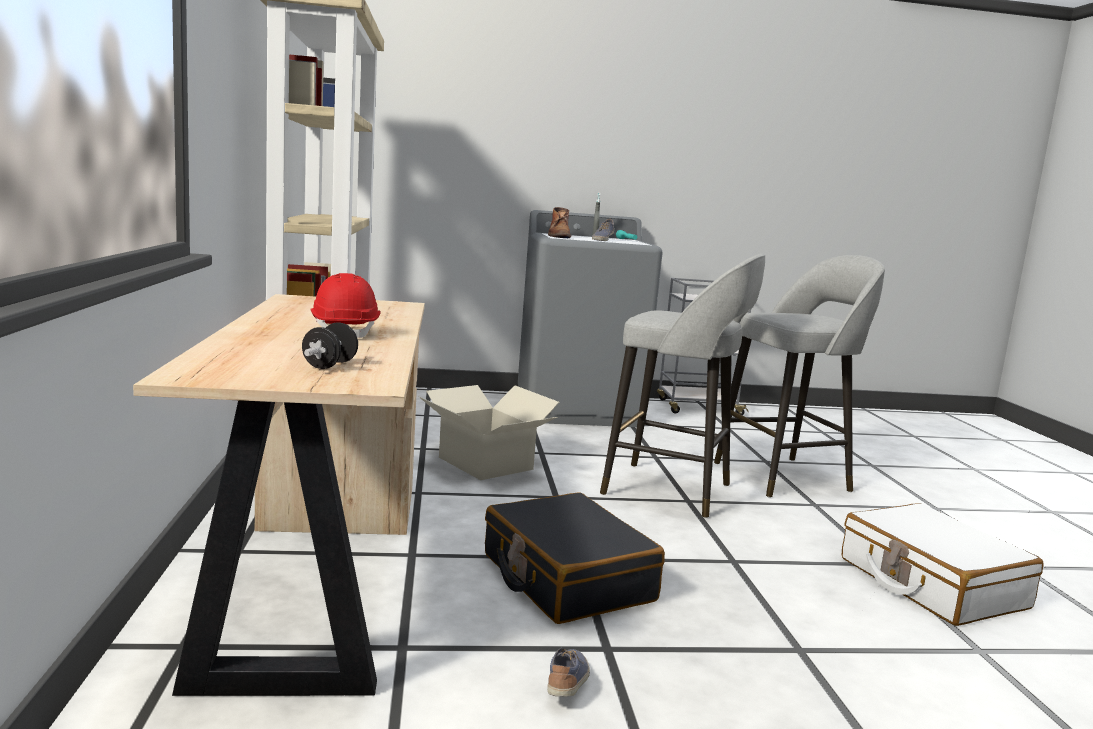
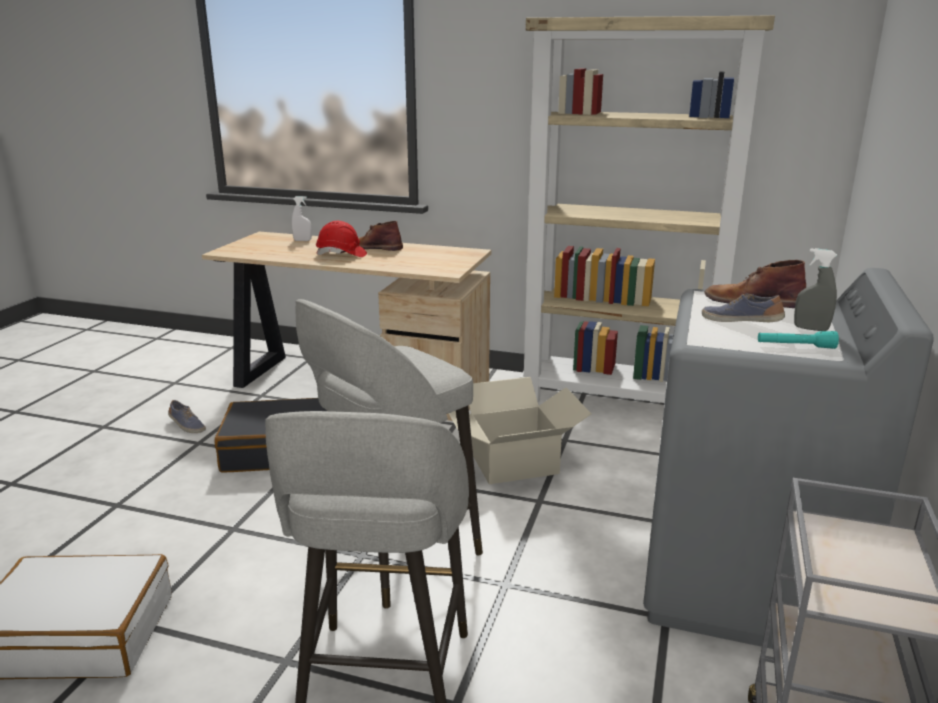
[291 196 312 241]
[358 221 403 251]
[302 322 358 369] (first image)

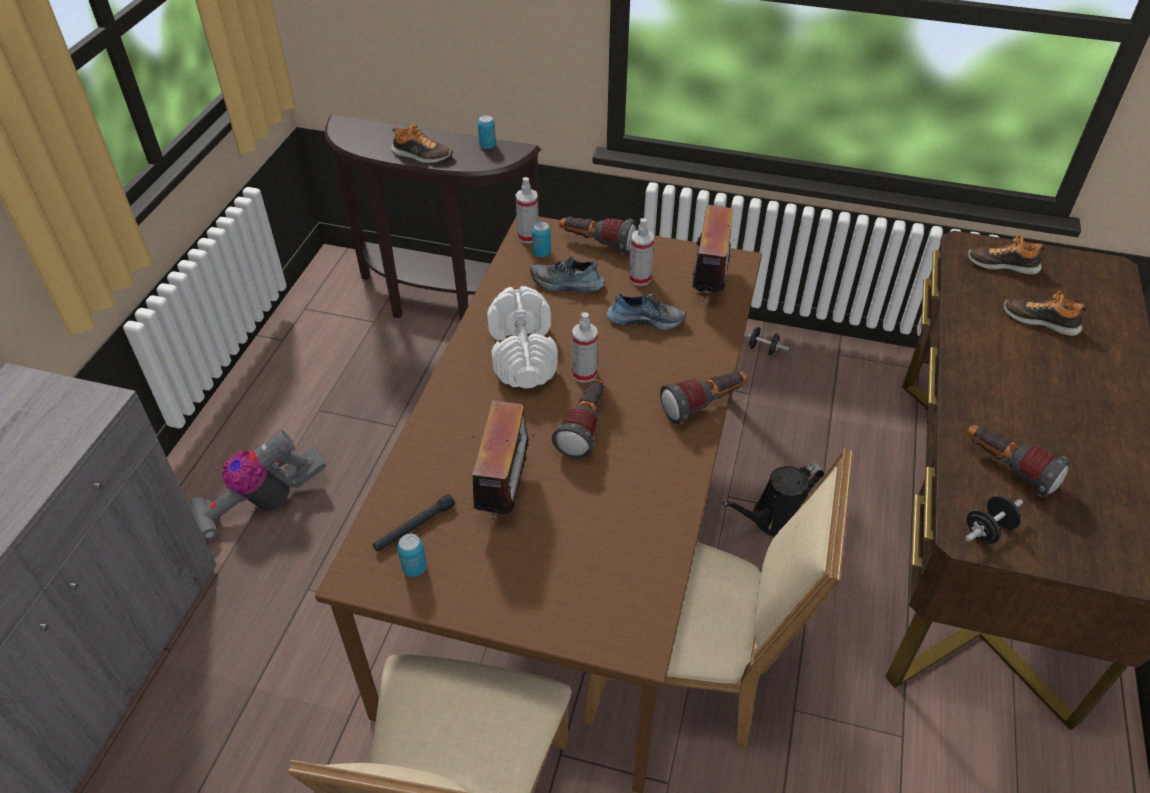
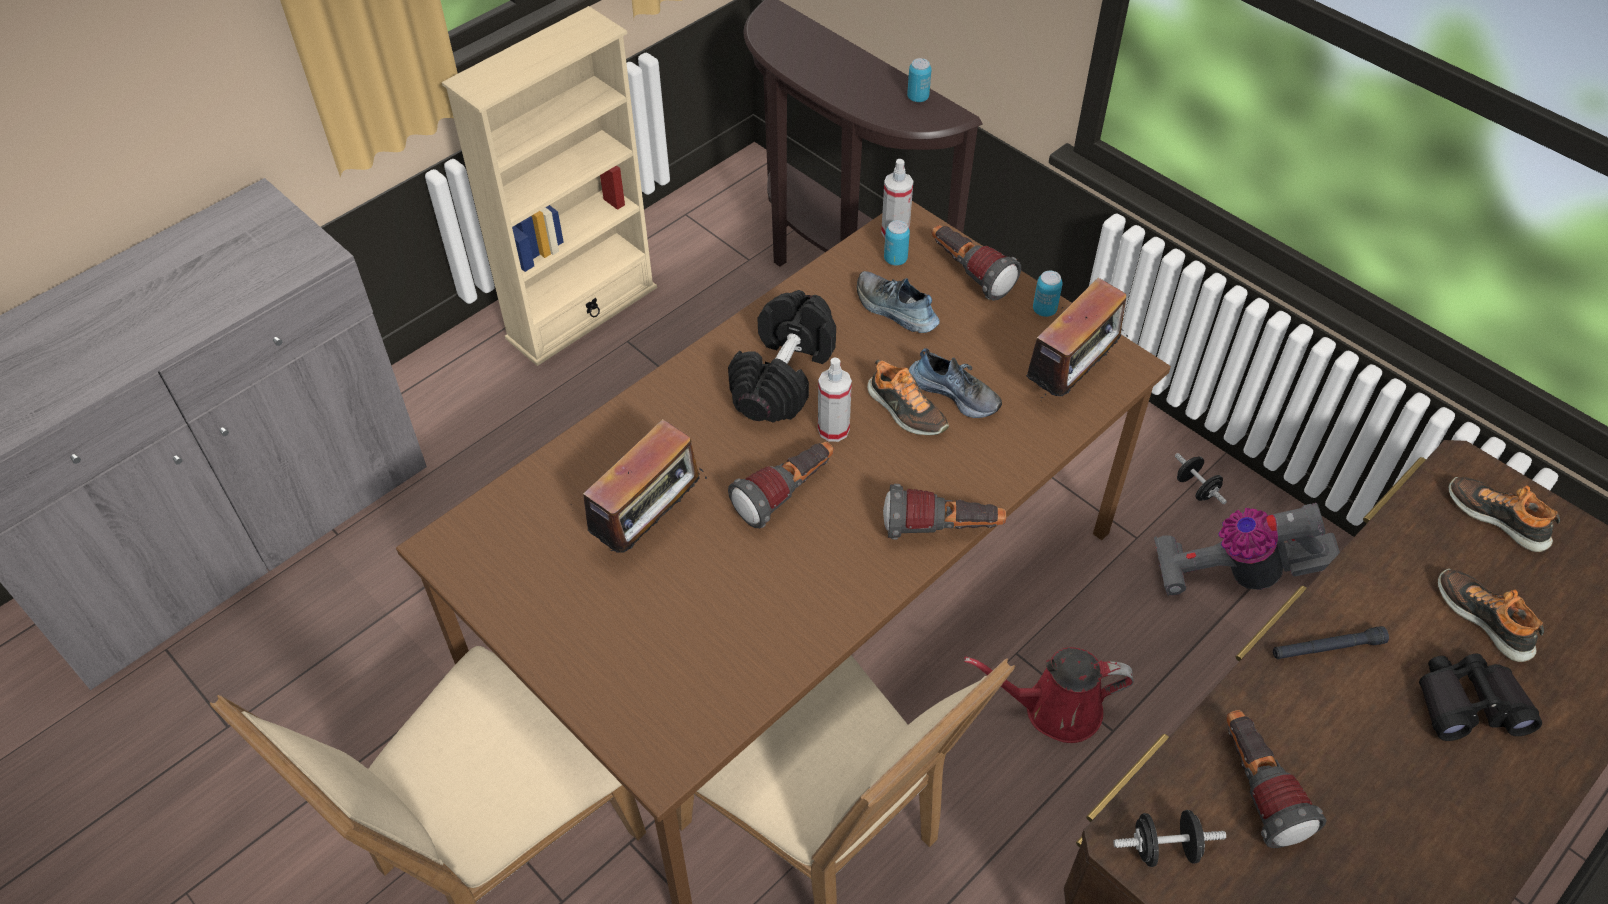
[442 6 657 366]
[728 290 836 423]
[867 359 949 435]
[964 647 1134 743]
[1033 271 1063 317]
[1154 503 1340 596]
[1273 626 1389 659]
[1419 654 1542 741]
[629 218 654 286] (first image)

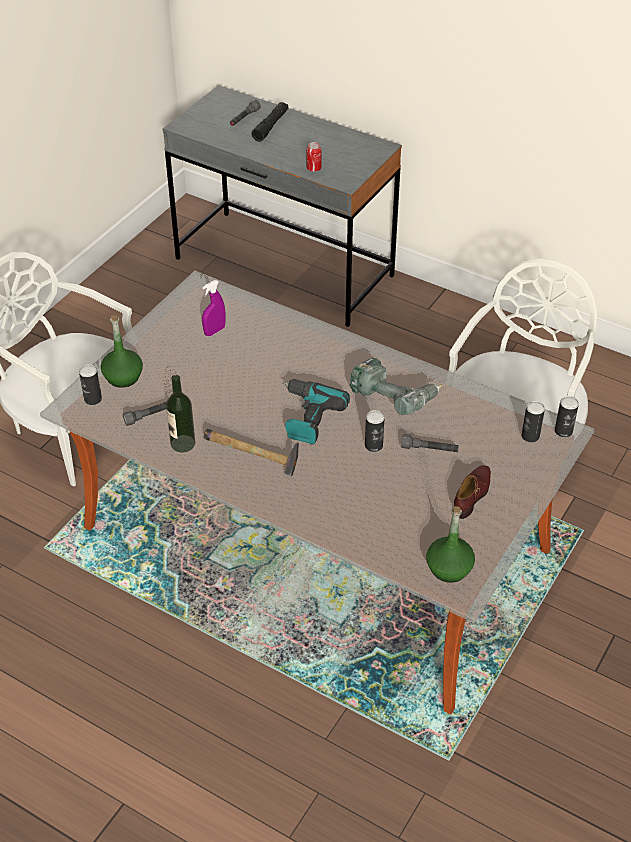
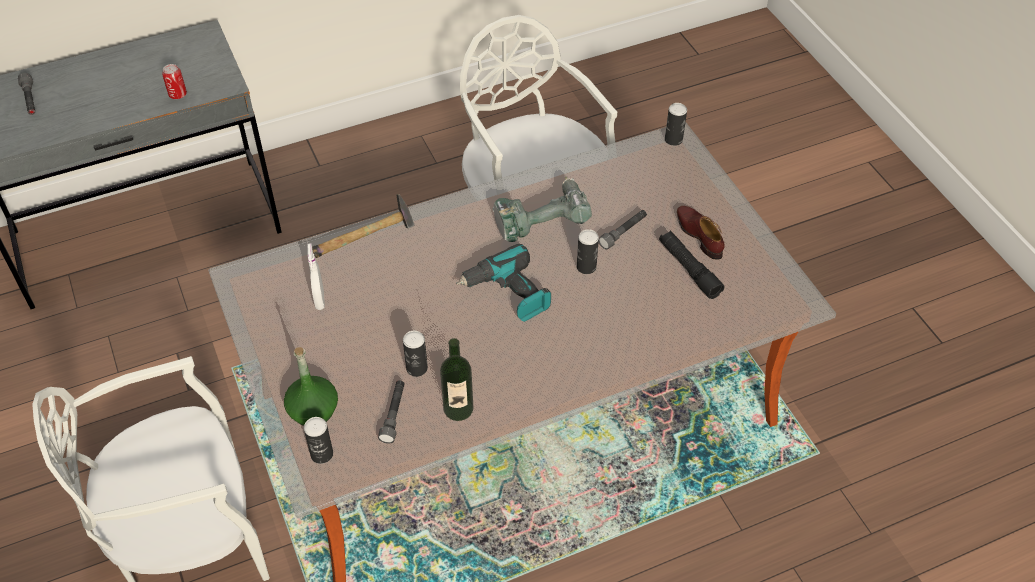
[307 243 325 310]
[312 194 415 258]
[403 331 428 377]
[659 231 724 299]
[426 506 475 583] (first image)

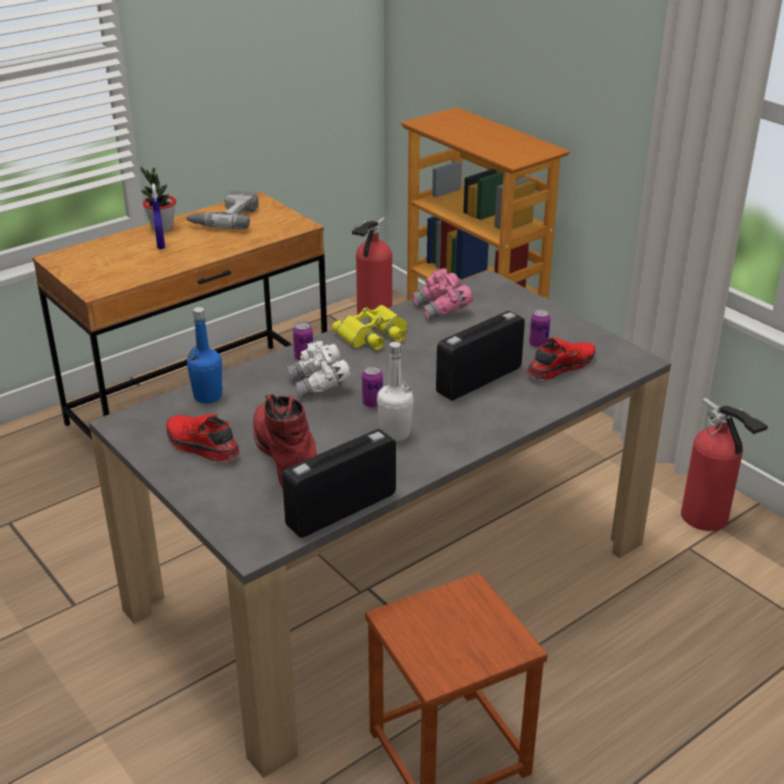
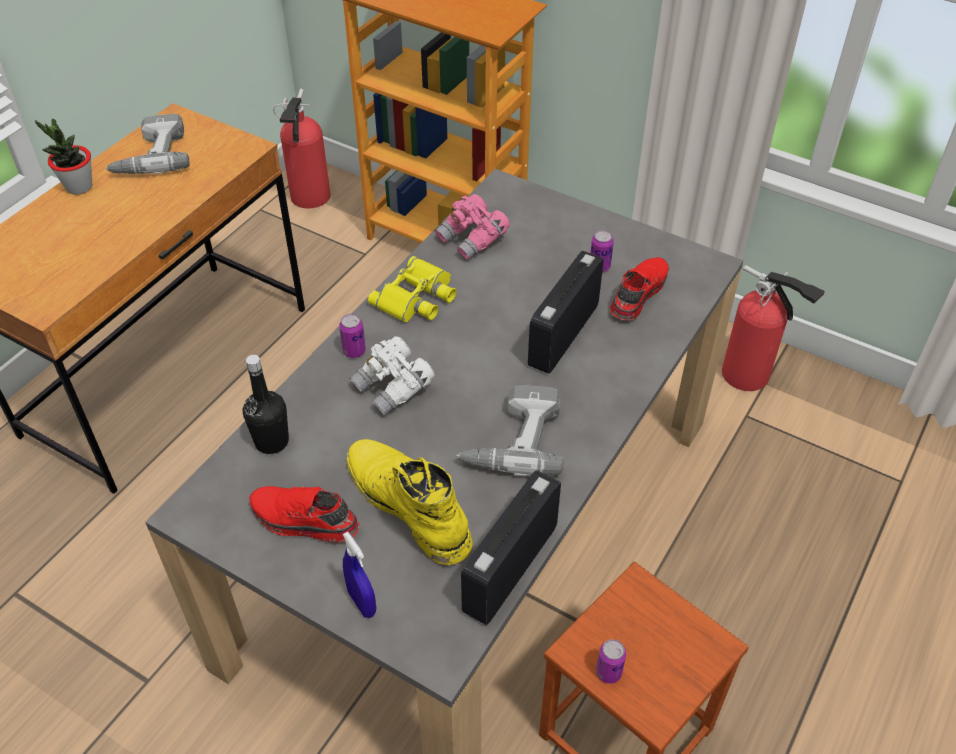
[243 355 289 454]
[343 532 376 618]
[346 439 473 565]
[457 385 564 476]
[596 639 626 684]

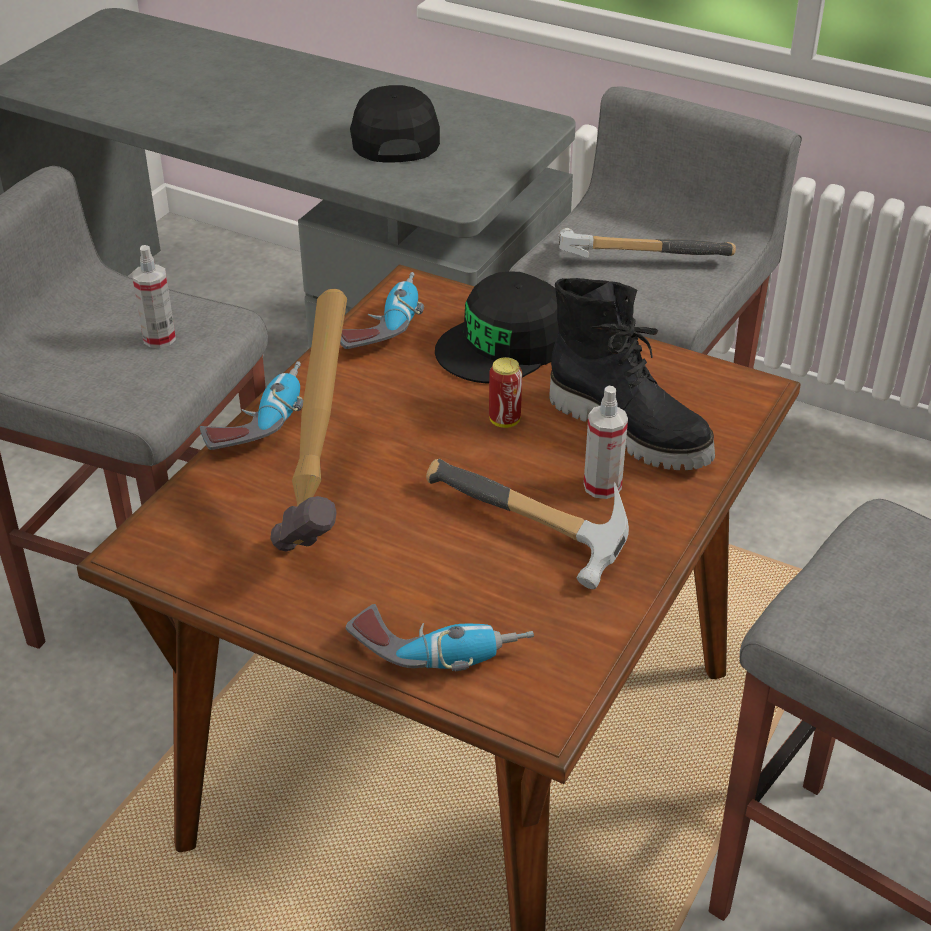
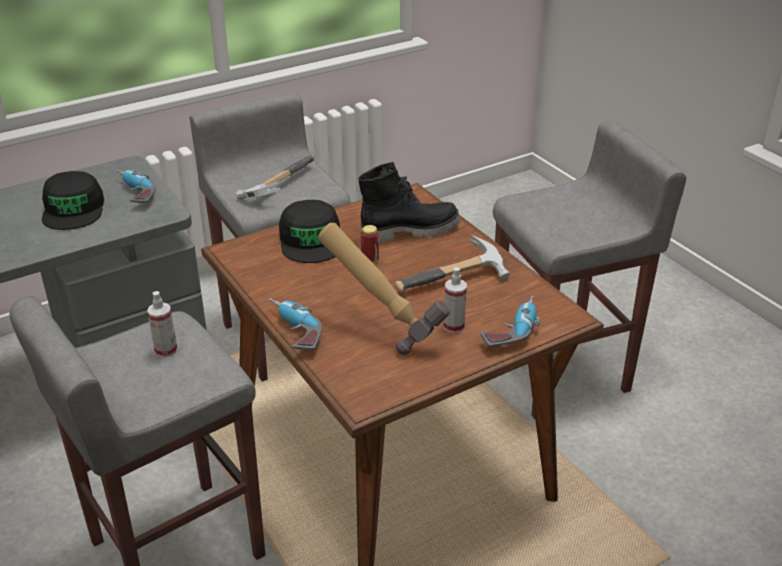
[42 171 104 230]
[116 170 156 203]
[443 267 467 333]

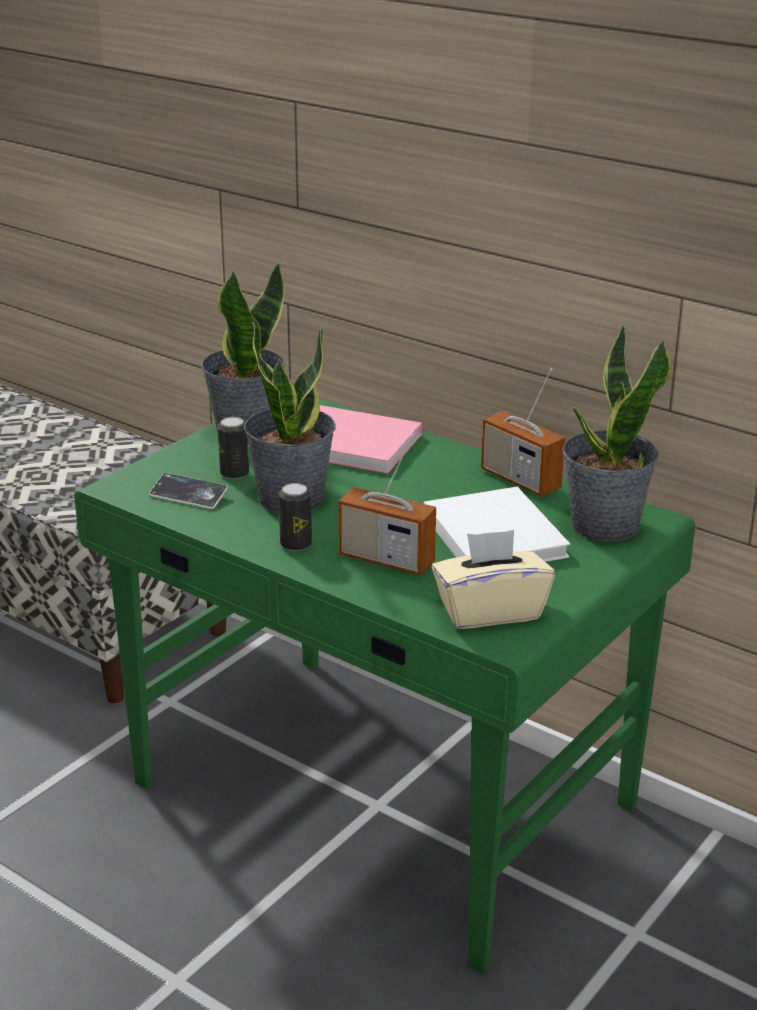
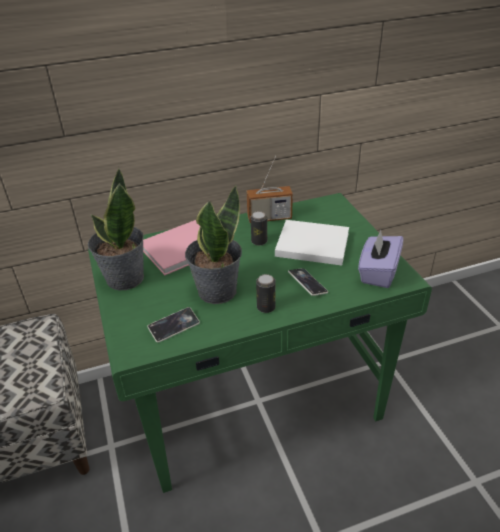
[251 211 267 246]
[288 268 328 296]
[358 230 403 288]
[563 323 671 542] (first image)

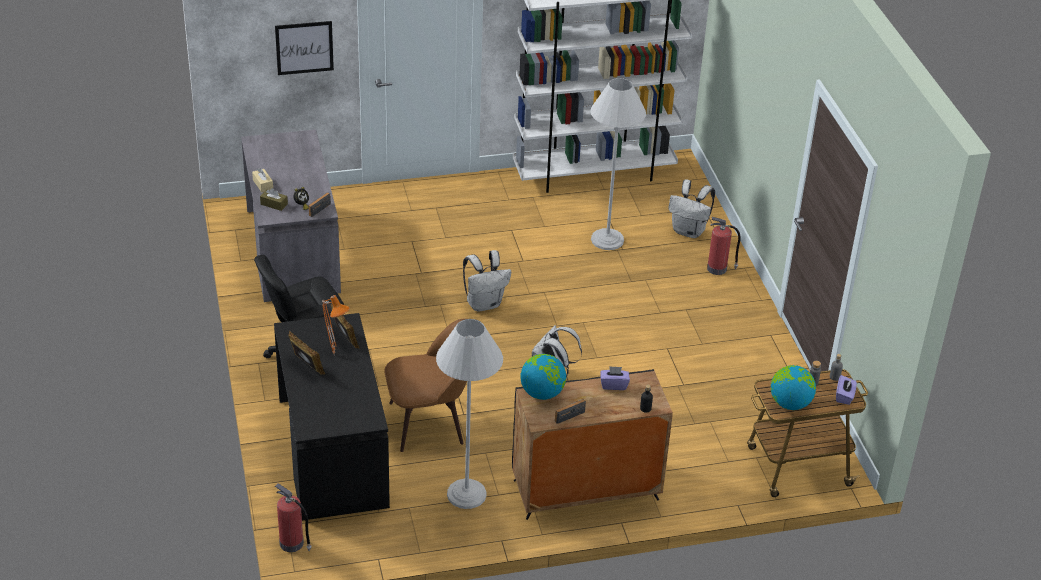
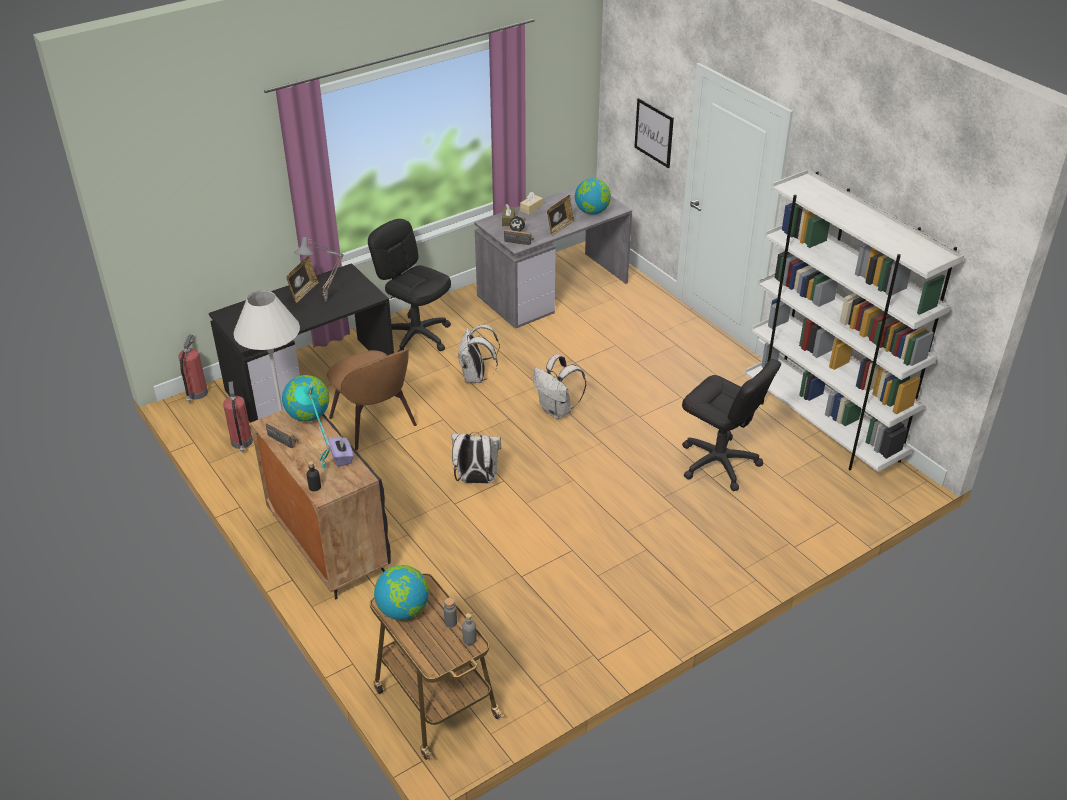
[223 381 253 453]
[294 237 344 302]
[294 383 331 470]
[458 325 500 383]
[547 195 575 236]
[575 178 611 215]
[682 359 781 491]
[836 375 857 405] (first image)

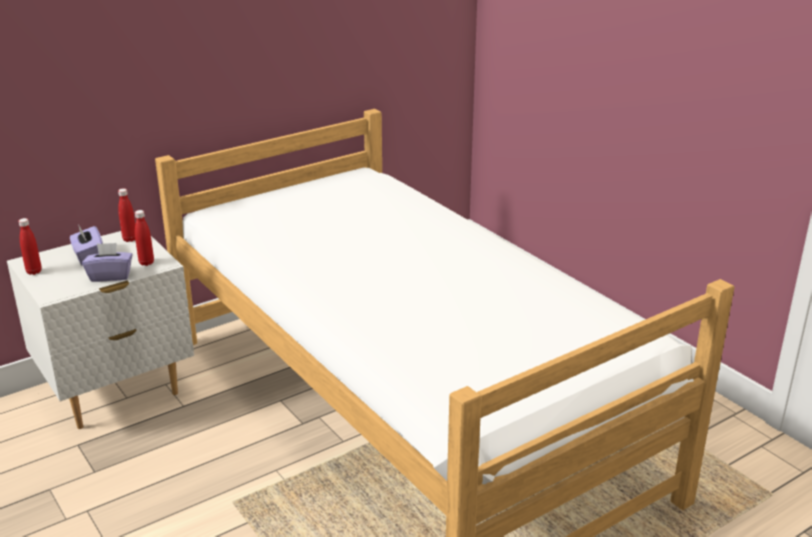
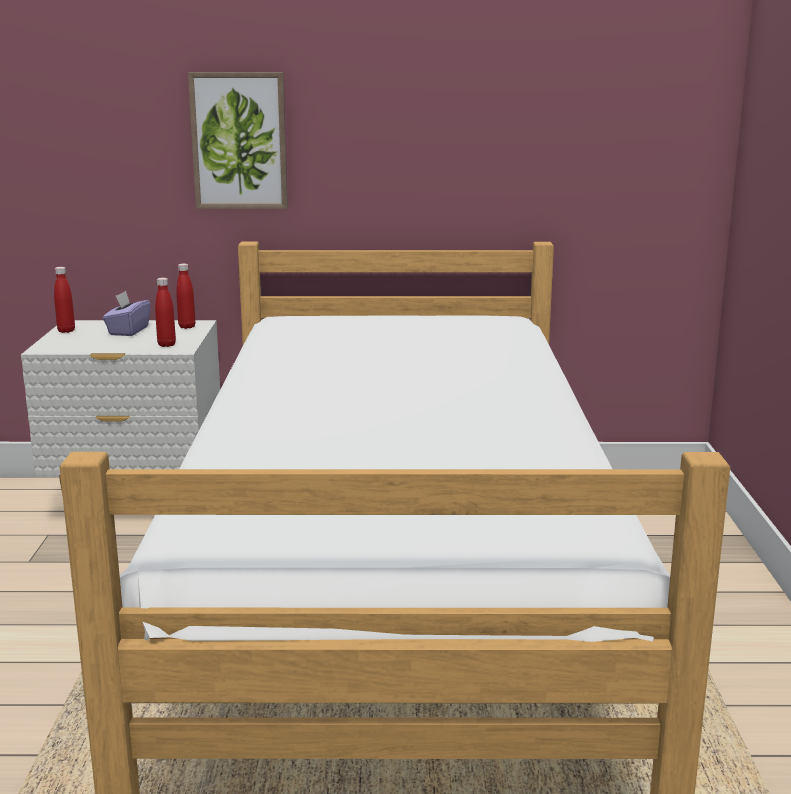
[188 72 288 209]
[82 243 133 282] (first image)

